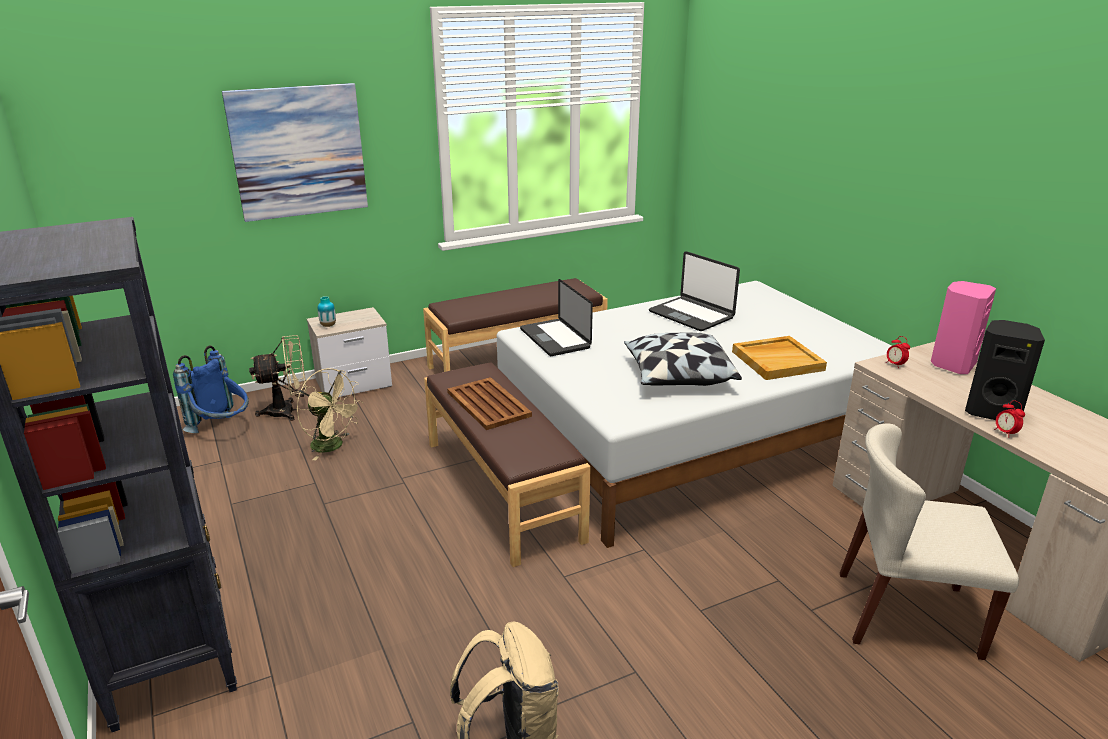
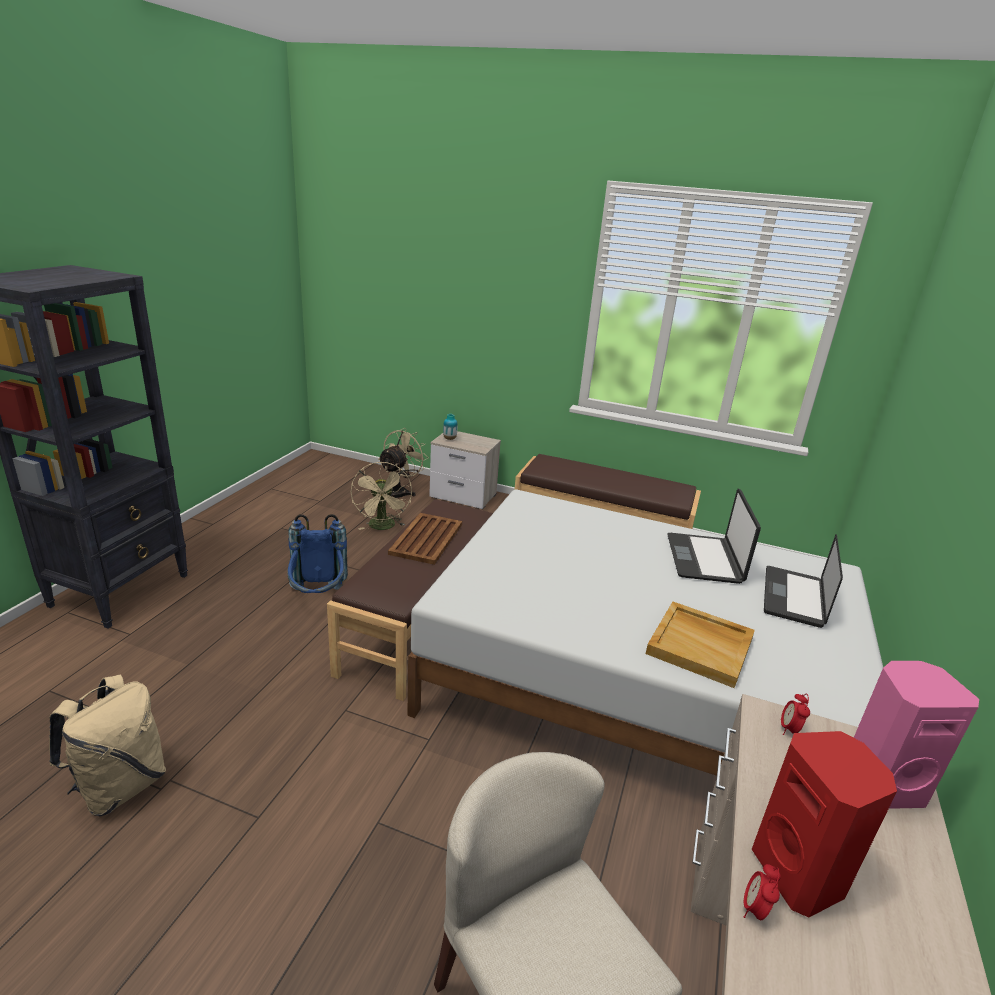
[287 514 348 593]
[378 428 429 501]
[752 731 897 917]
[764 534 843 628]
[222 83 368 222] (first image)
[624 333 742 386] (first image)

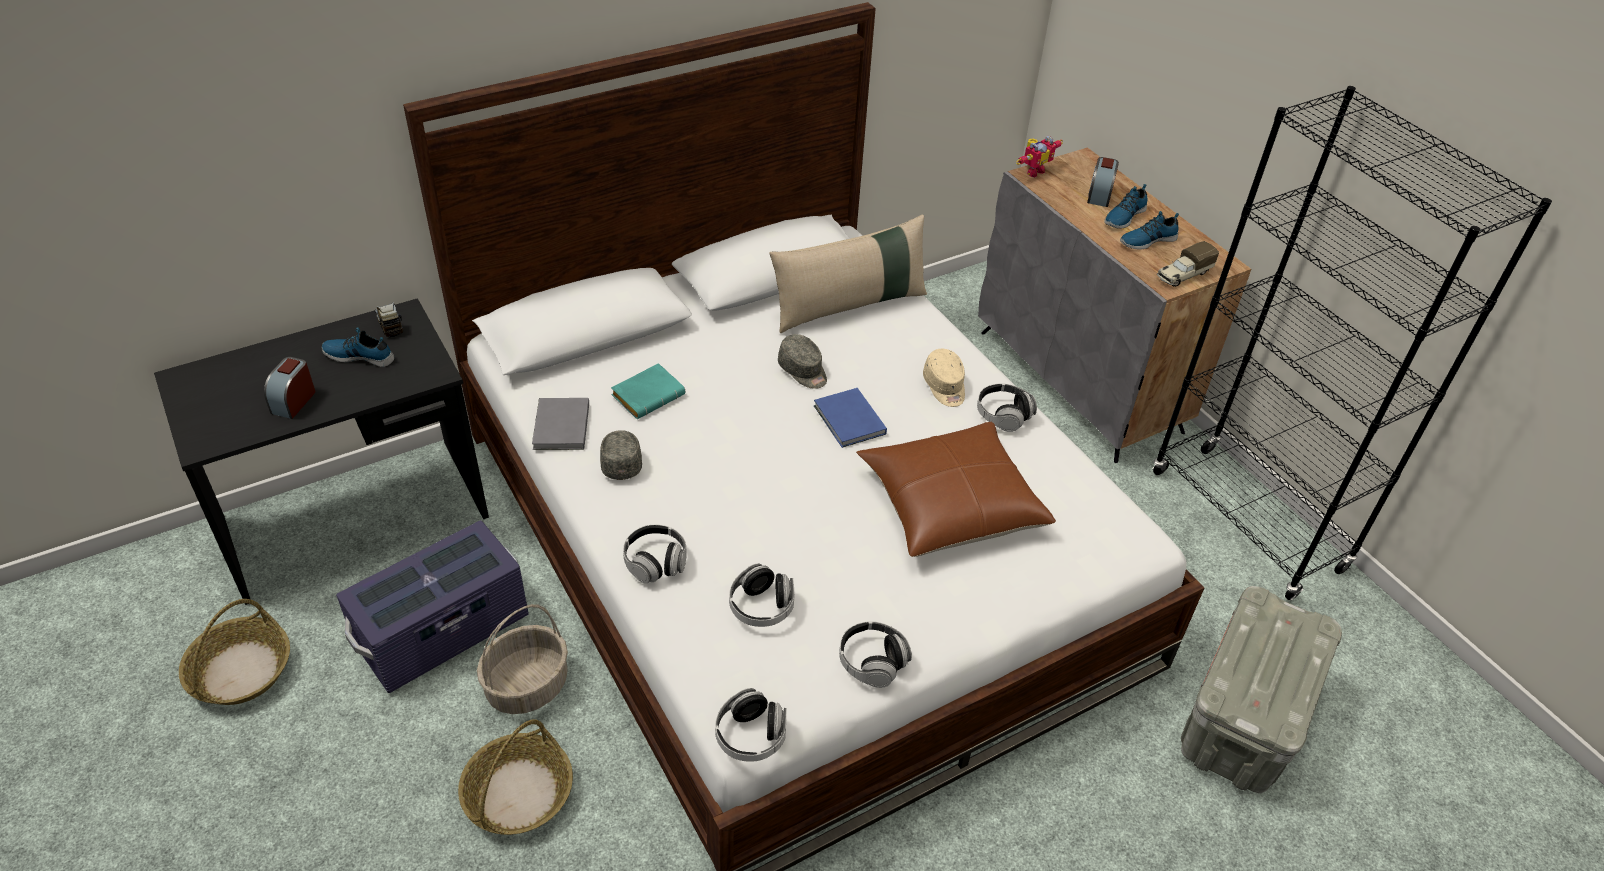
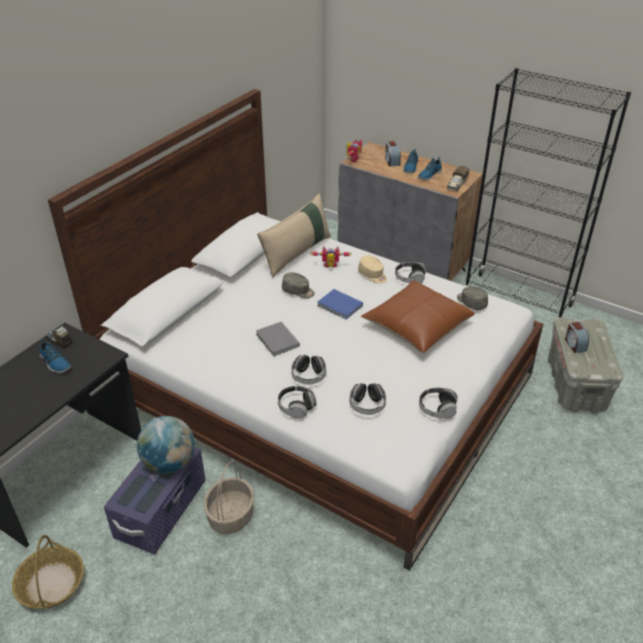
[40 339 71 373]
[137 416 195 473]
[256 322 300 356]
[291 355 326 385]
[310 246 351 267]
[457 286 488 310]
[565 321 589 353]
[458 719 573 835] (first image)
[611 363 685 419] (first image)

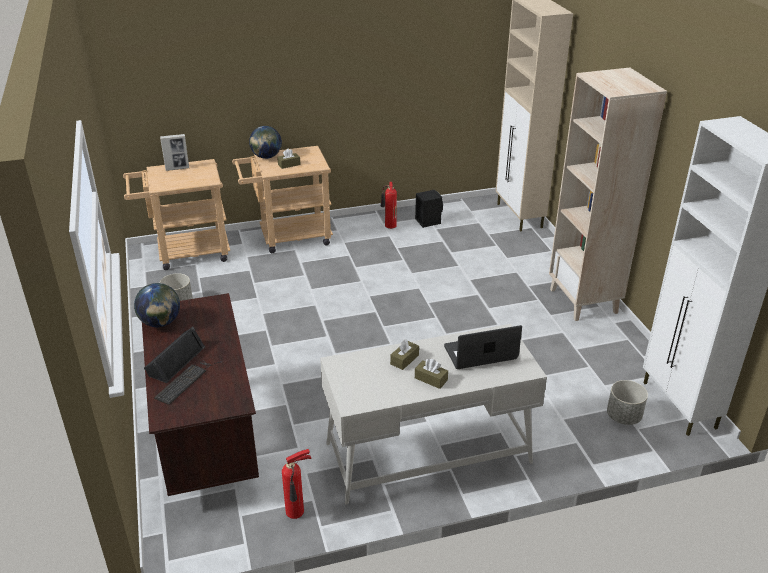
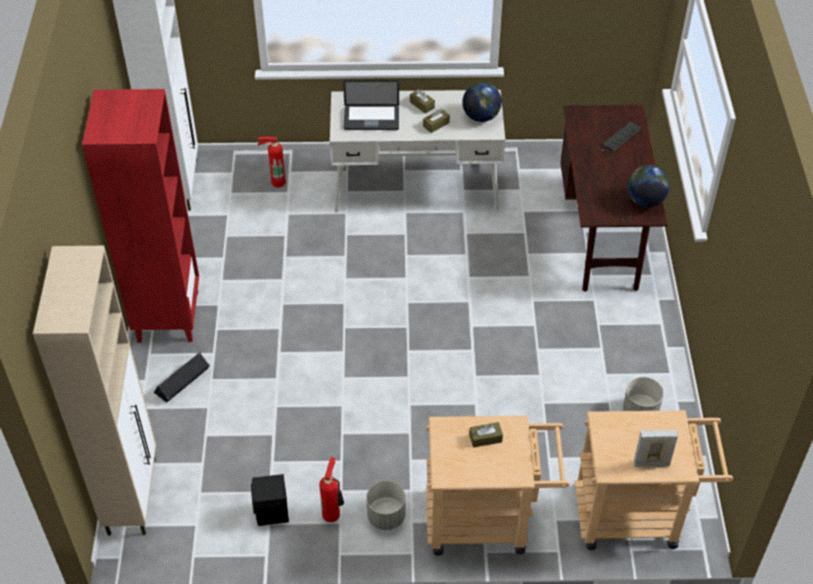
[82 89 199 343]
[153 352 210 403]
[258 136 286 187]
[366 480 406 530]
[462 82 502 122]

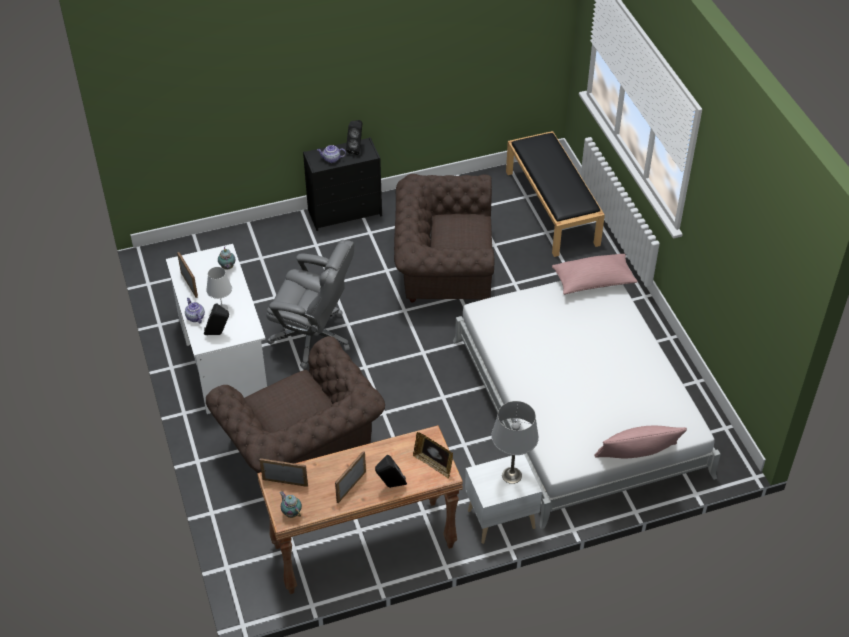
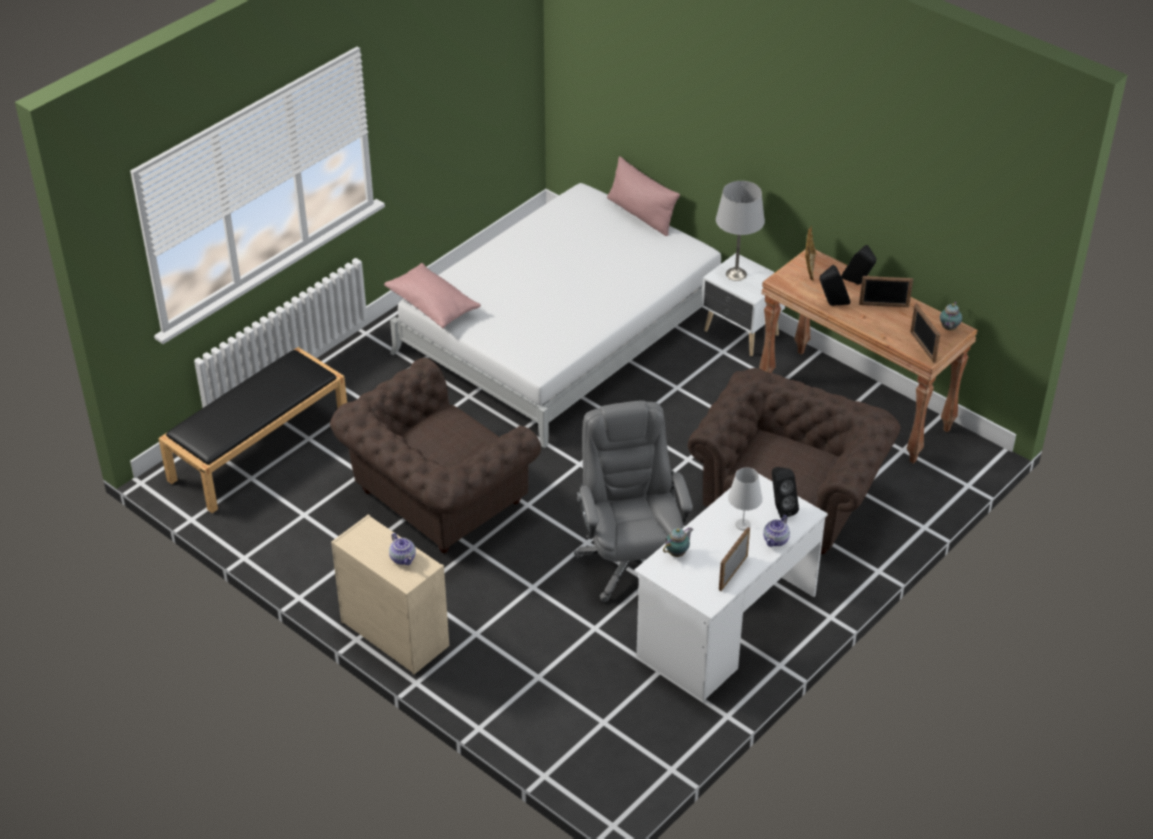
[330 358 541 553]
[331 514 449 674]
[820 265 850 306]

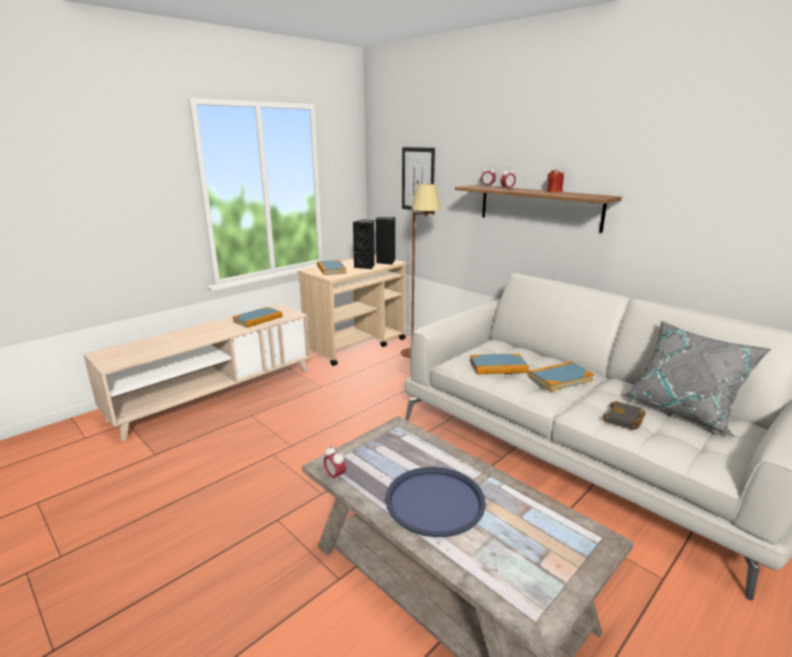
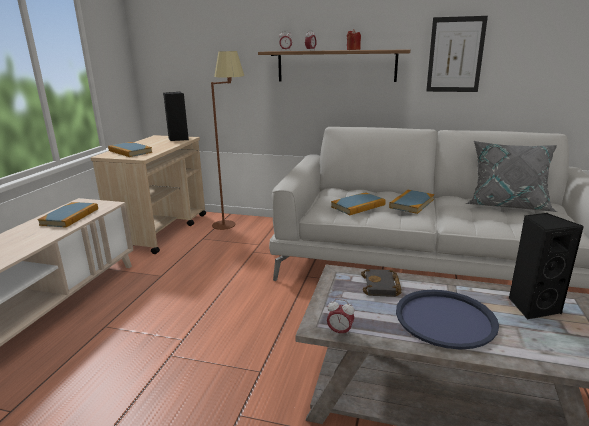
[361 269 402 297]
[426 16 488 92]
[509 213 584 319]

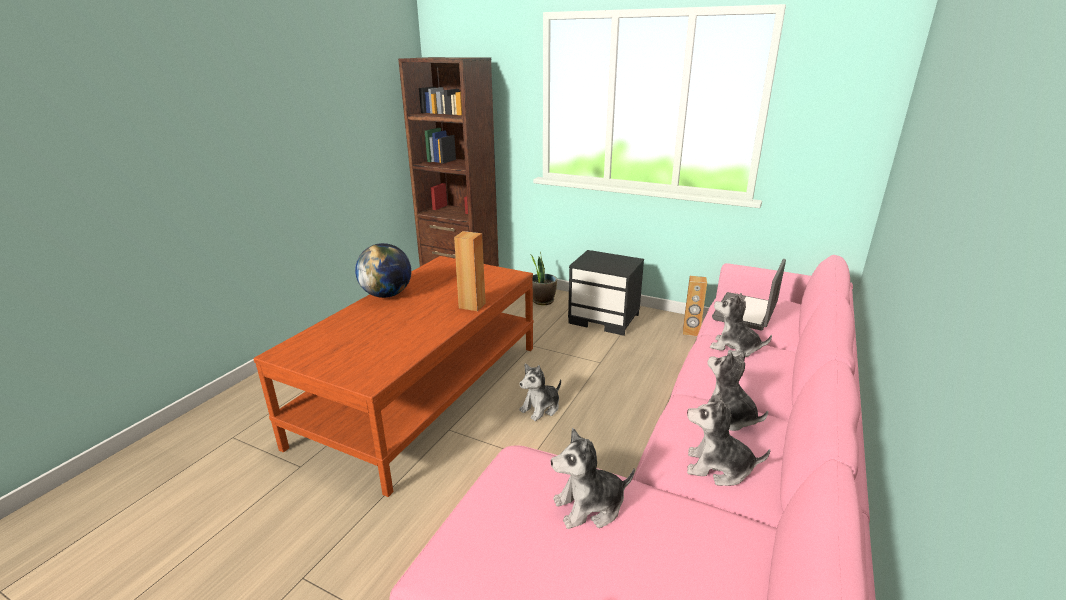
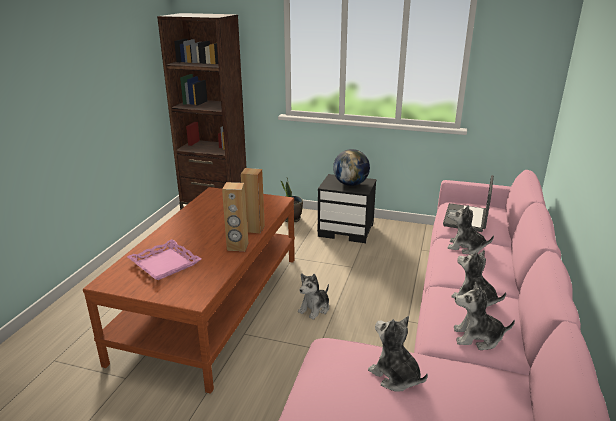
[127 239 201 280]
[222 182 249 251]
[333 149 370 186]
[368 316 428 392]

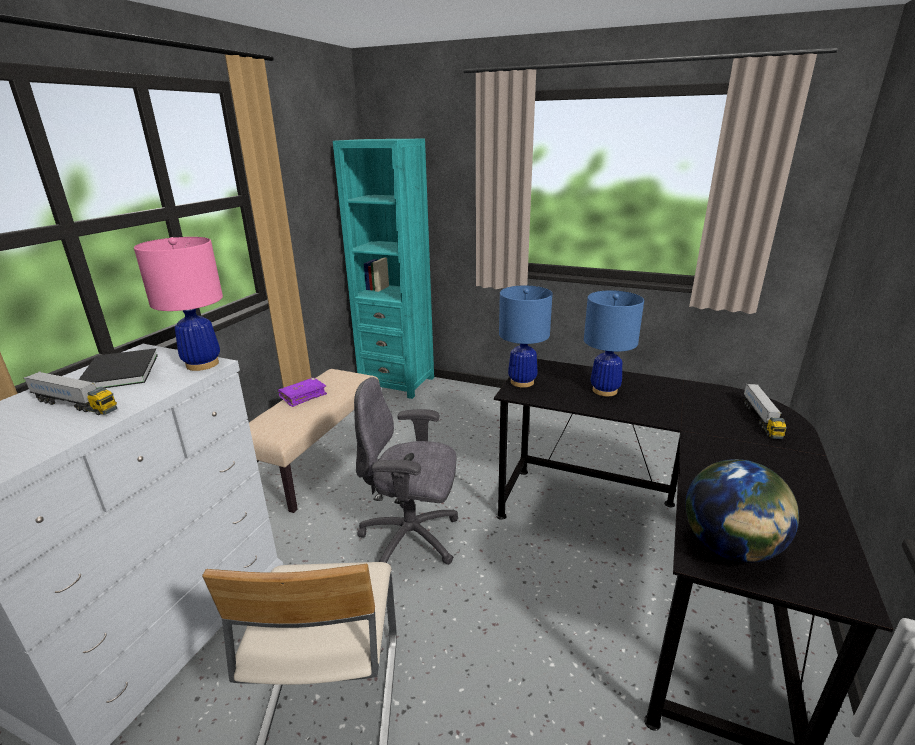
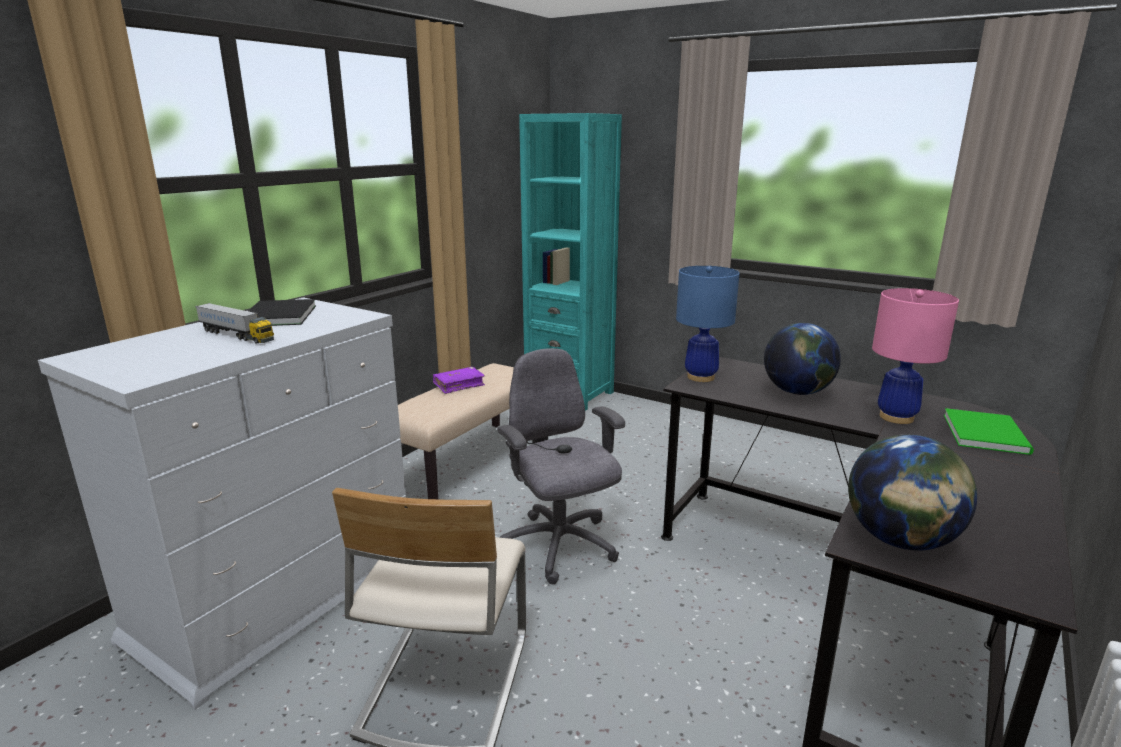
[497 348 625 584]
[764 323 841 395]
[872 288 959 424]
[944 408 1034 455]

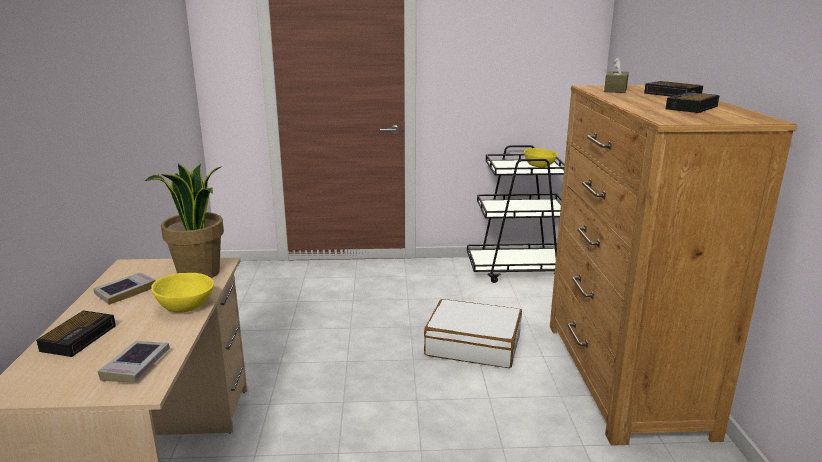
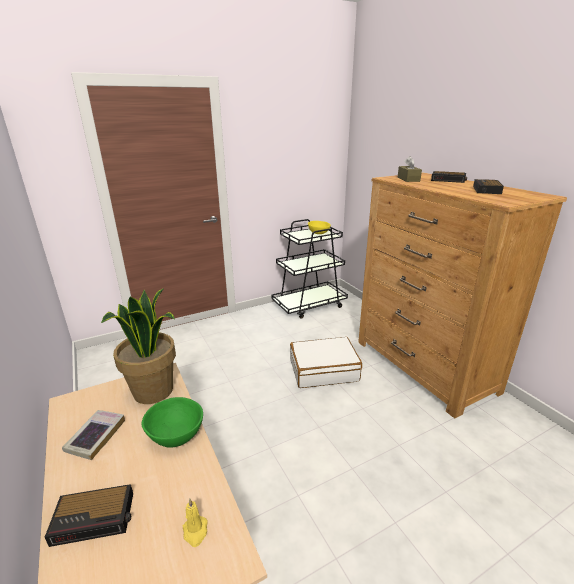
[45 484 133 547]
[141 397 203 448]
[183 498 208 547]

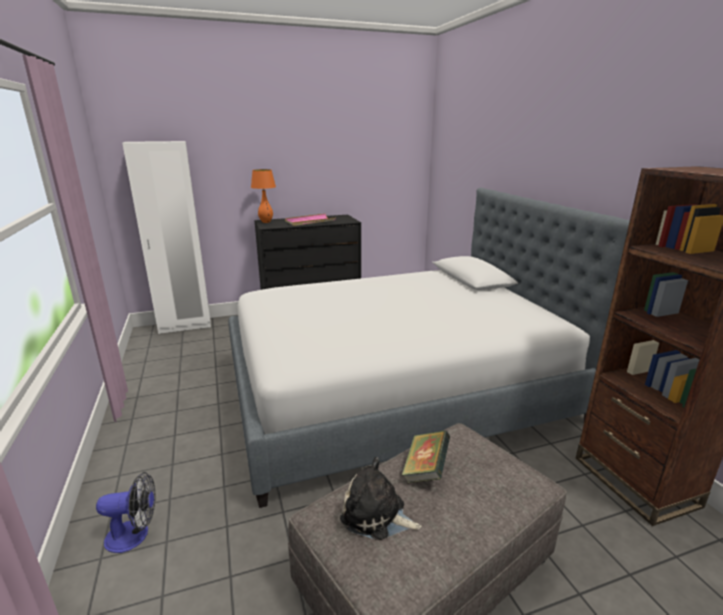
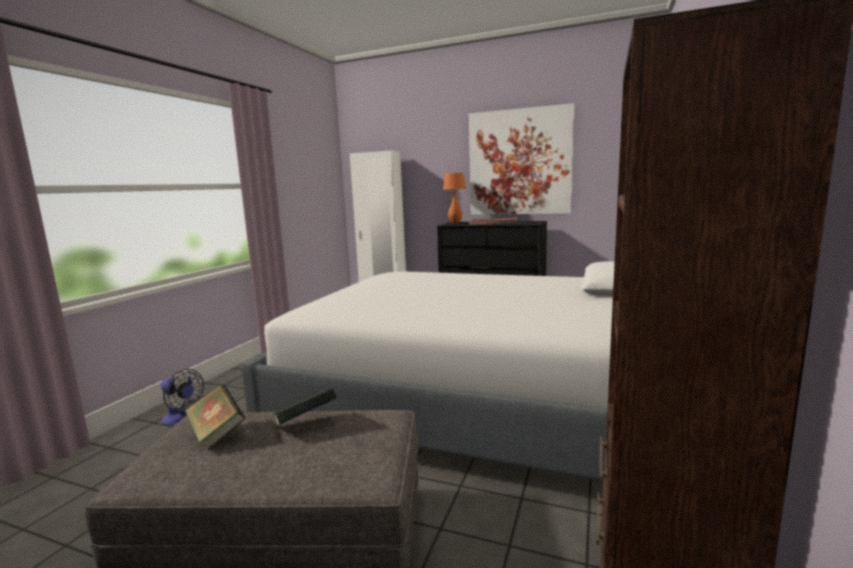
[185 384 246 449]
[469 103 575 215]

